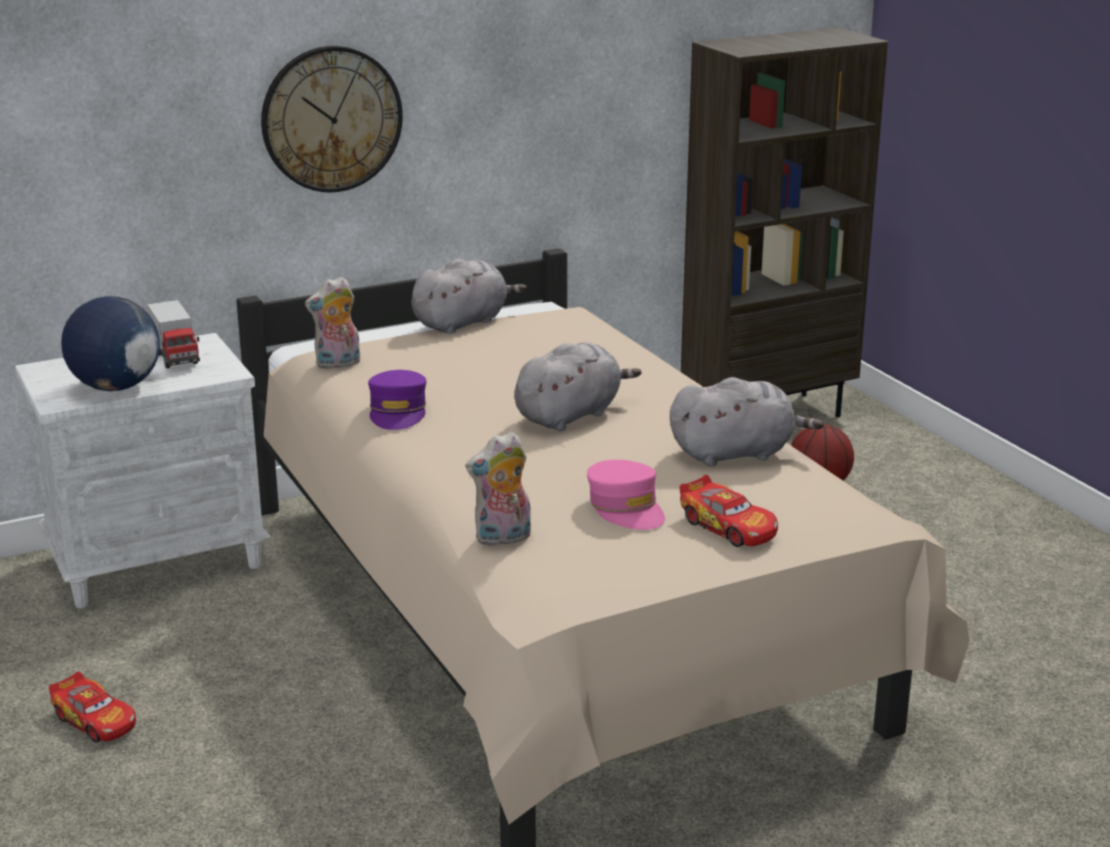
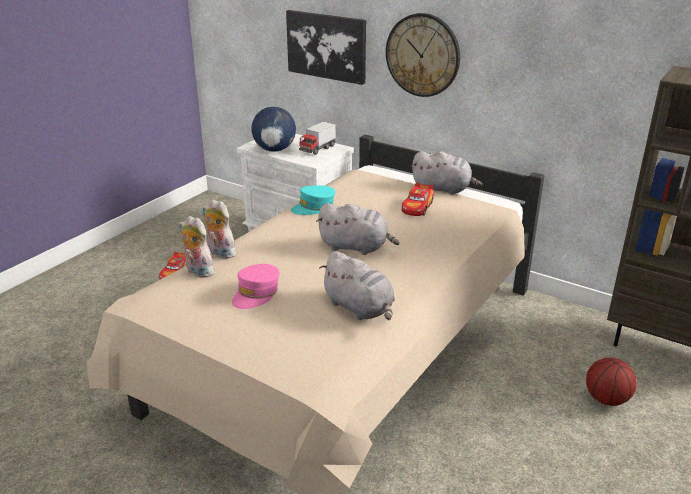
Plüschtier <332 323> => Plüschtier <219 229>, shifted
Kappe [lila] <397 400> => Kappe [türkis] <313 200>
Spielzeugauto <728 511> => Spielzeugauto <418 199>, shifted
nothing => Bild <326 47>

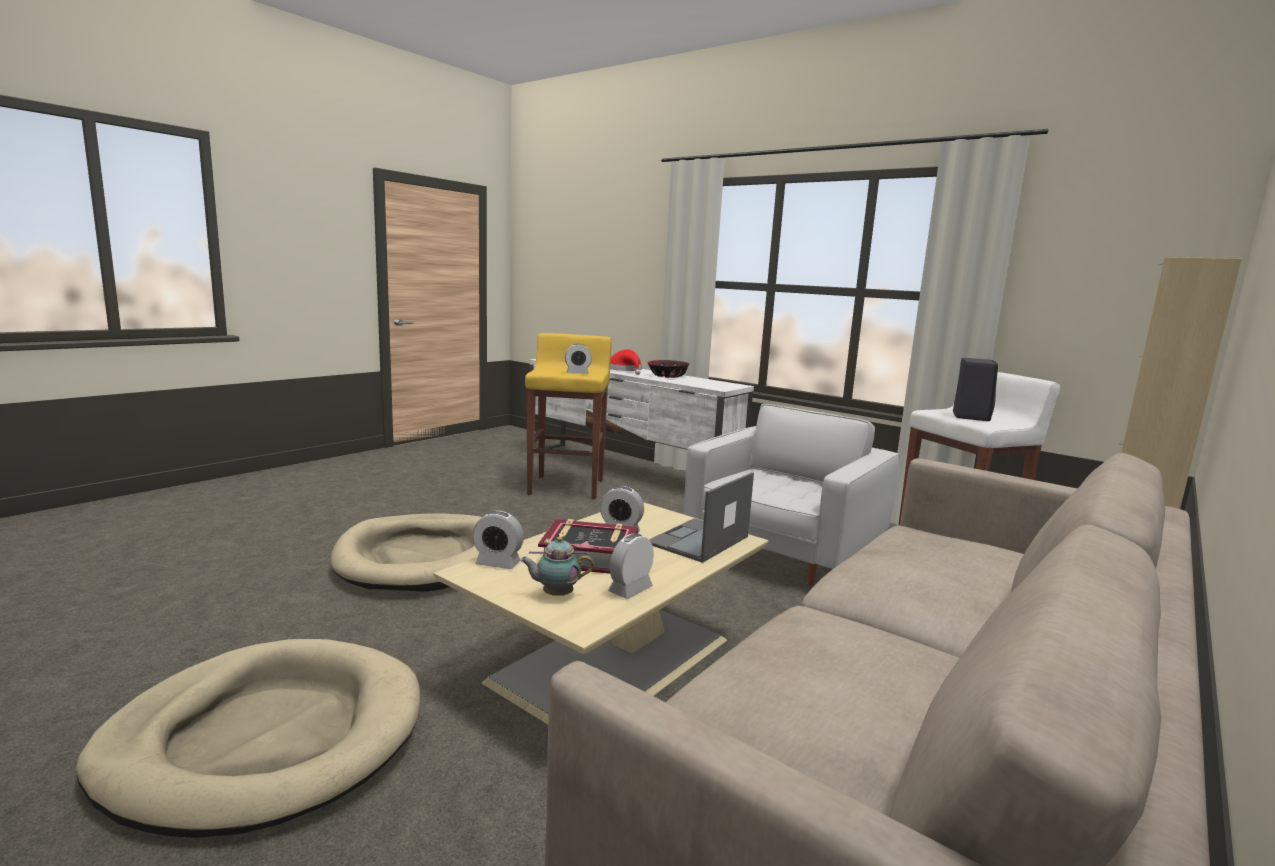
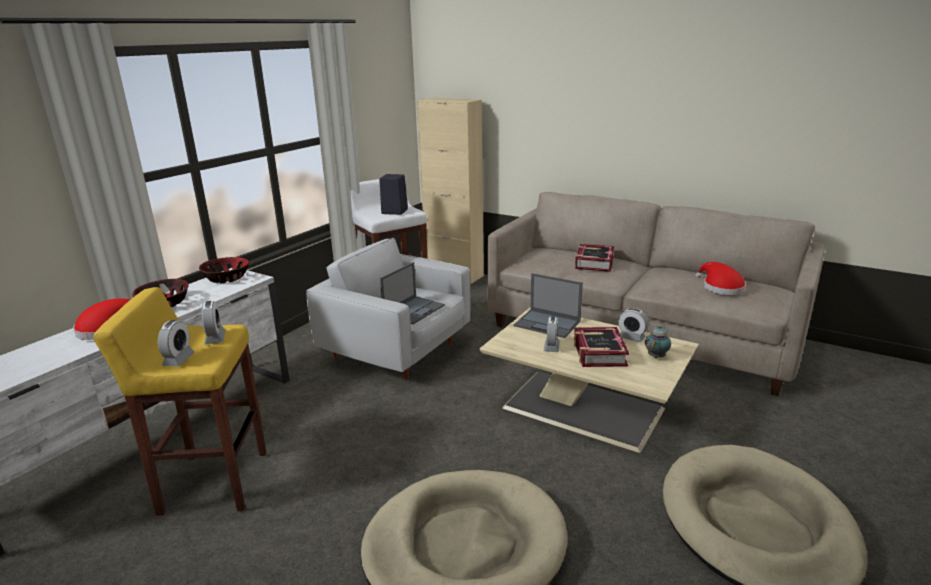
Wecker <498 540> => Wecker <176 343>, shifted
Teekanne <557 566> => Teekanne <658 341>, 135 degrees counterclockwise
nothing => Schüssel <224 270>
nothing => Laptop <412 293>
nothing => Buch <594 258>
nothing => Hut [rot] <721 278>

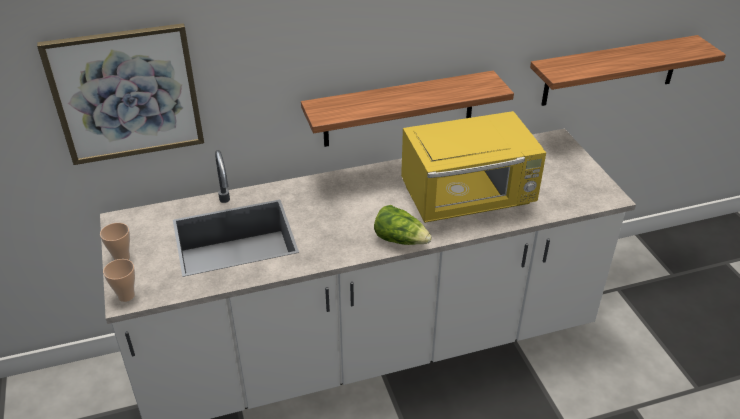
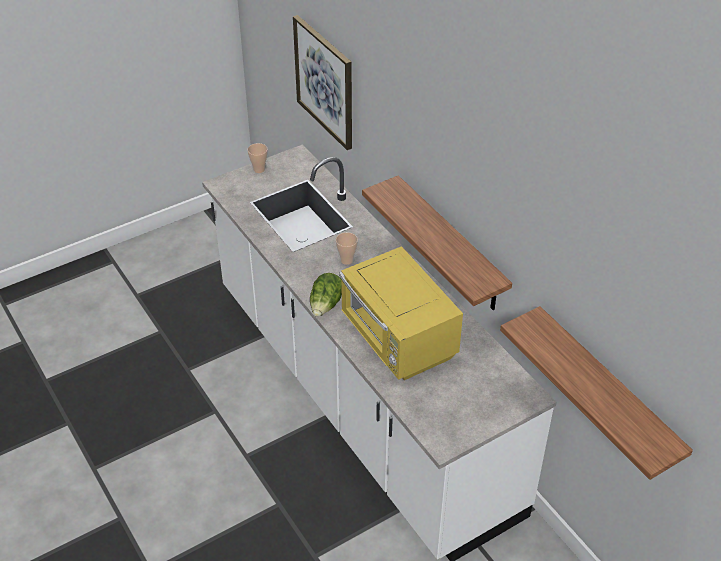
Tasse <119 280> => Tasse <347 248>, shifted

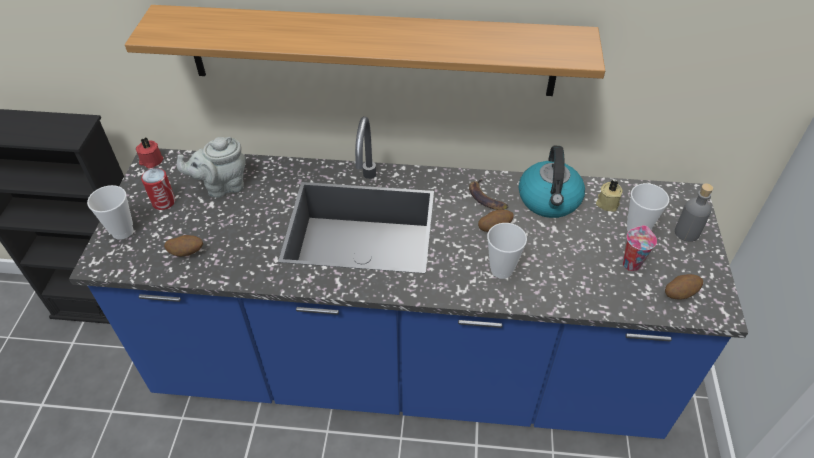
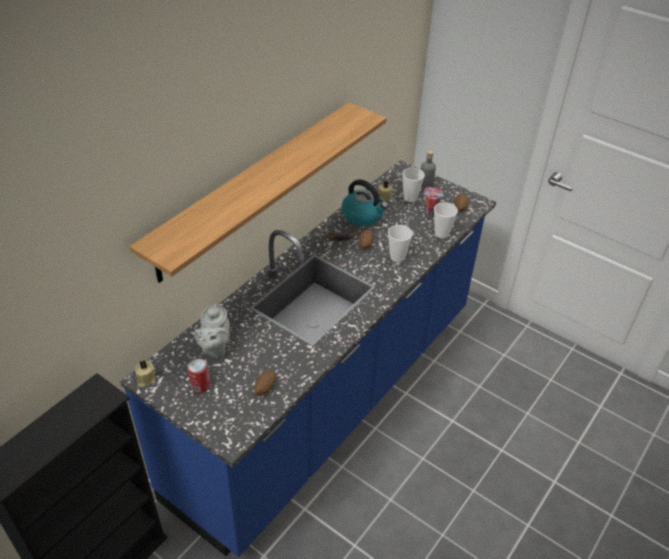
Tasse <110 212> => Tasse <446 220>, shifted
Kerze [rot] <150 153> => Kerze [beige] <145 373>

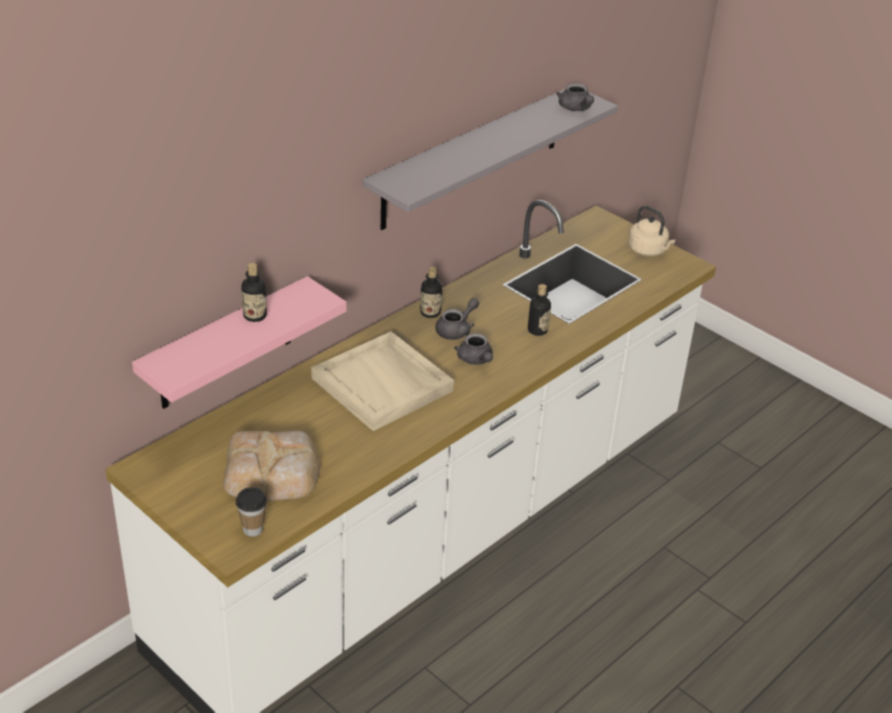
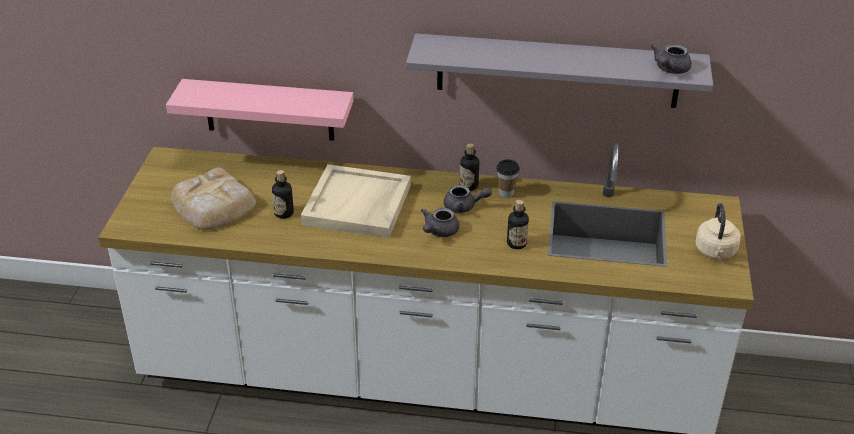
Tasse <251 512> => Tasse <508 178>, shifted
Flasche <254 292> => Flasche <283 194>, shifted

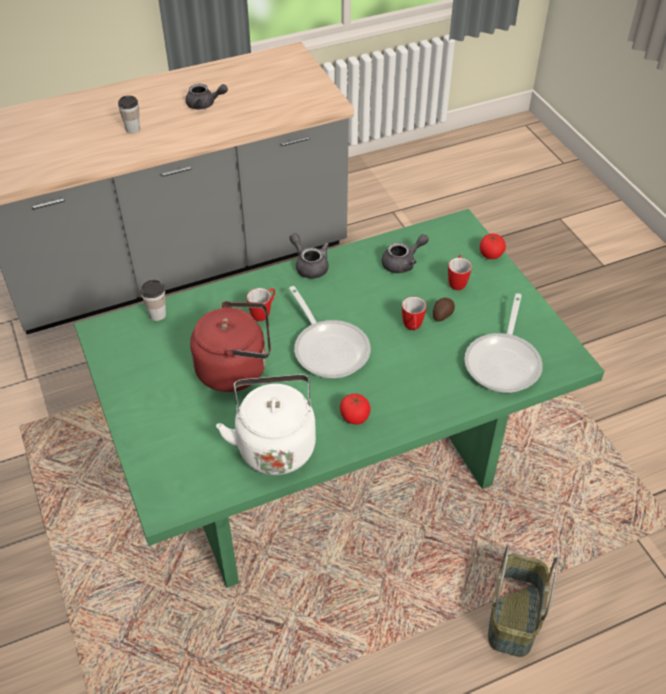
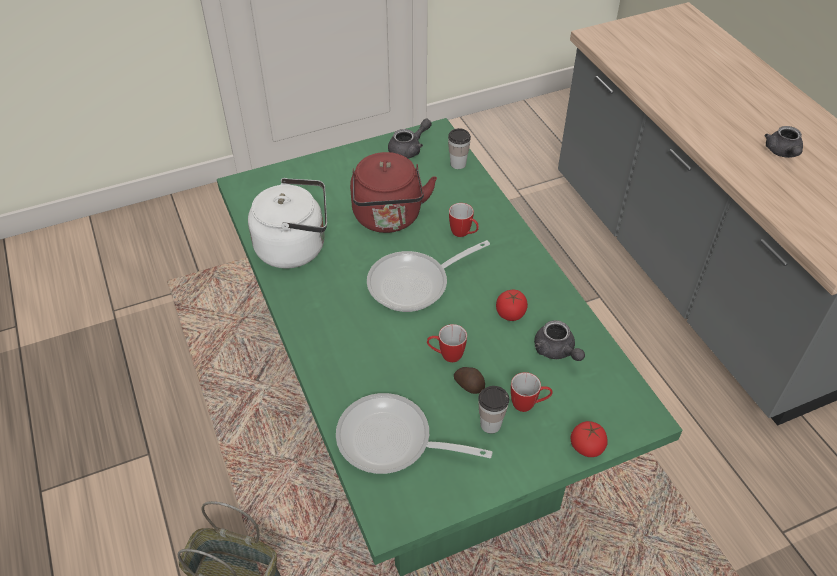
Tasse <129 114> => Tasse <493 410>, shifted
Teekanne [grau] <309 256> => Teekanne [grau] <410 138>, shifted
Tomate <355 409> => Tomate <512 305>, shifted

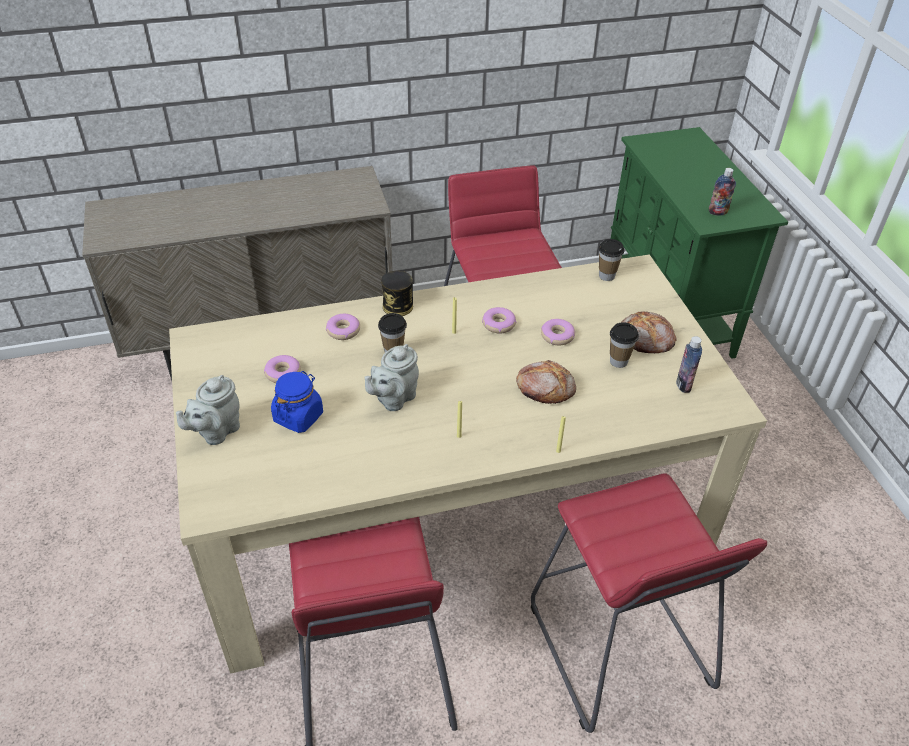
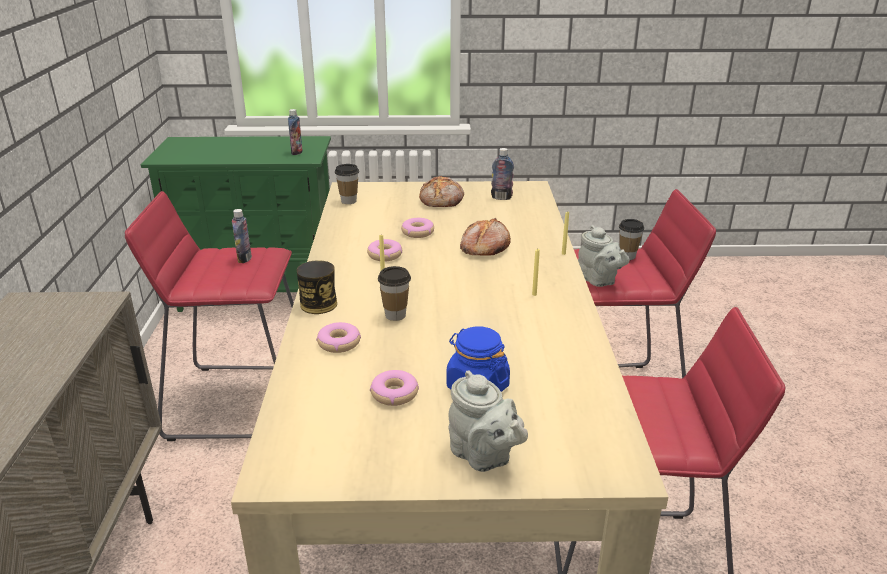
Teekanne [grau] <392 377> => Teekanne [grau] <603 256>, shifted
Tasse <624 345> => Tasse <631 239>, shifted
nothing => Flasche <242 236>

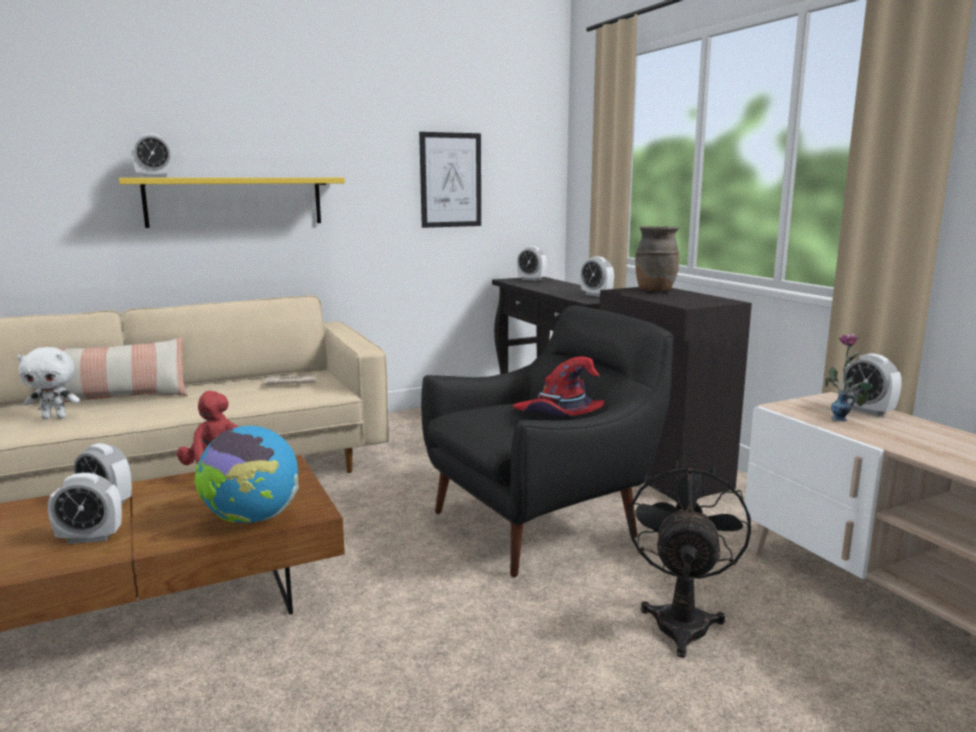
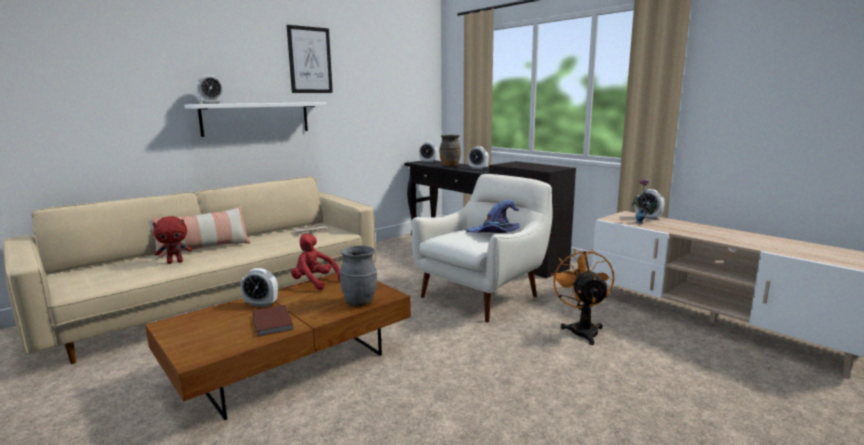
Plüschtier [weiß] <48 383> => Plüschtier [rot] <172 240>
Wecker <85 508> => Buch [braun] <273 320>
Wandregal [gelb] <232 203> => Wandregal [weiß] <255 119>
Globus <246 474> => Vase [grau] <358 275>
Bild <450 180> => Bild <310 59>, shifted
Sessel [schwarz] <547 441> => Sessel [weiß] <482 248>
Hut [rot] <559 386> => Hut [lila] <493 216>
Ventilator [schwarz] <689 559> => Ventilator [orange] <582 297>
Vase [braun] <657 259> => Vase [braun] <450 151>, shifted

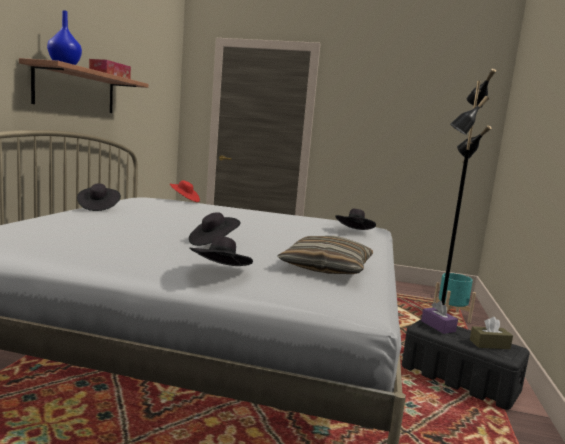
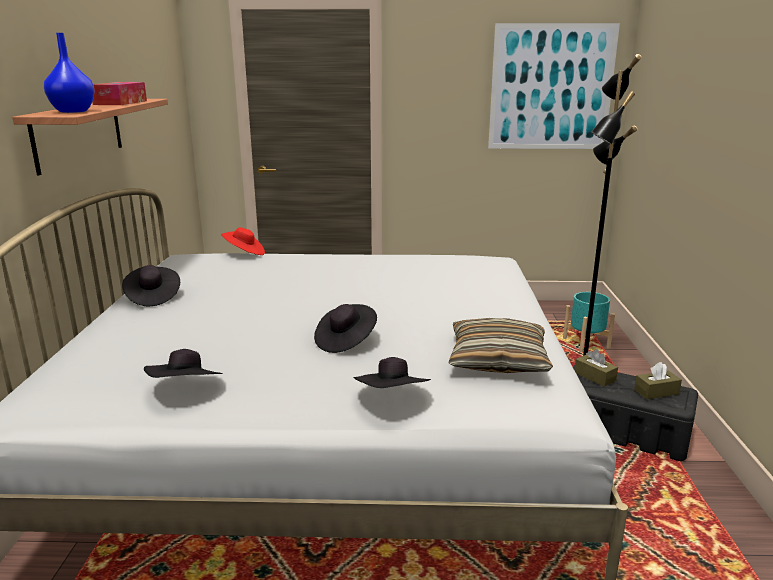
Hut [schwarz] <355 219> => Hut [schwarz] <183 363>, shifted
Taschentuchbox [lila] <439 317> => Taschentuchbox [braun] <596 368>
nothing => Bild <554 86>

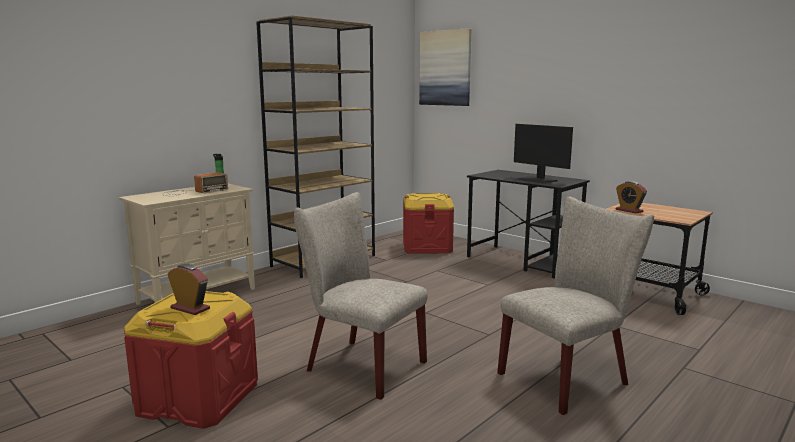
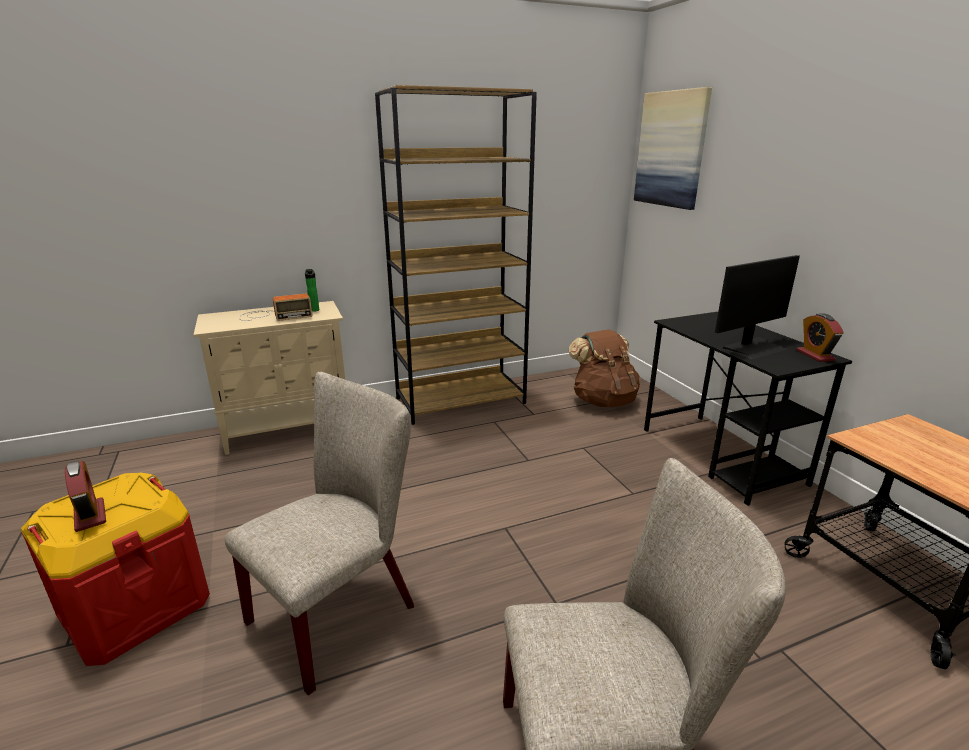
Stuhl [beige] <361 296> => Stuhl [beige] <319 533>, 75 degrees clockwise
Aufbewahrungsbox [rot] <428 223> => Rucksack [braun] <604 368>
Monitor <543 154> => Monitor <757 307>, 105 degrees counterclockwise
Wecker <631 197> => Wecker <820 337>, shifted

